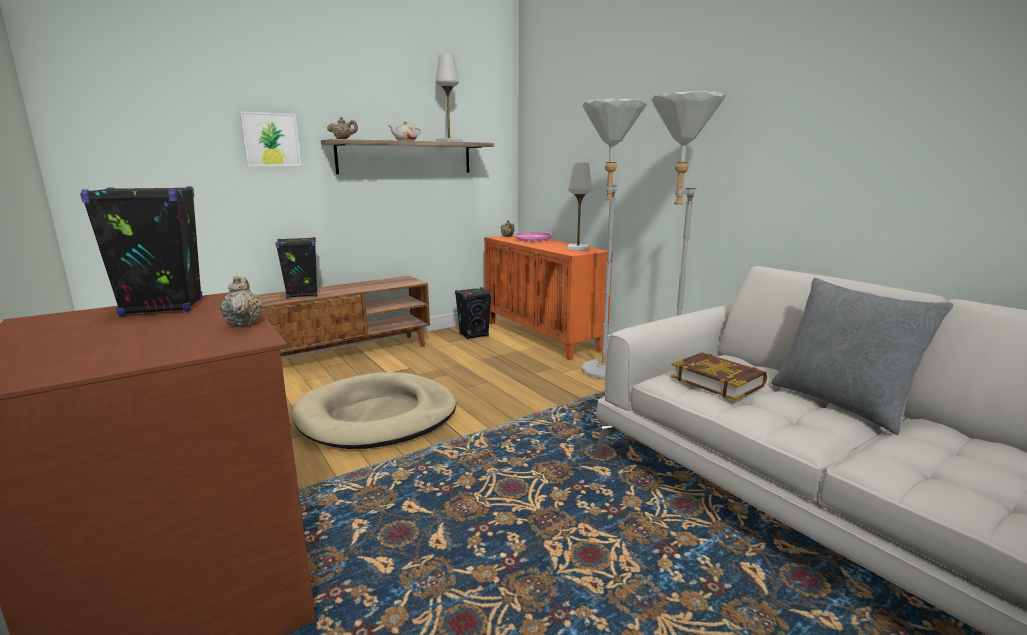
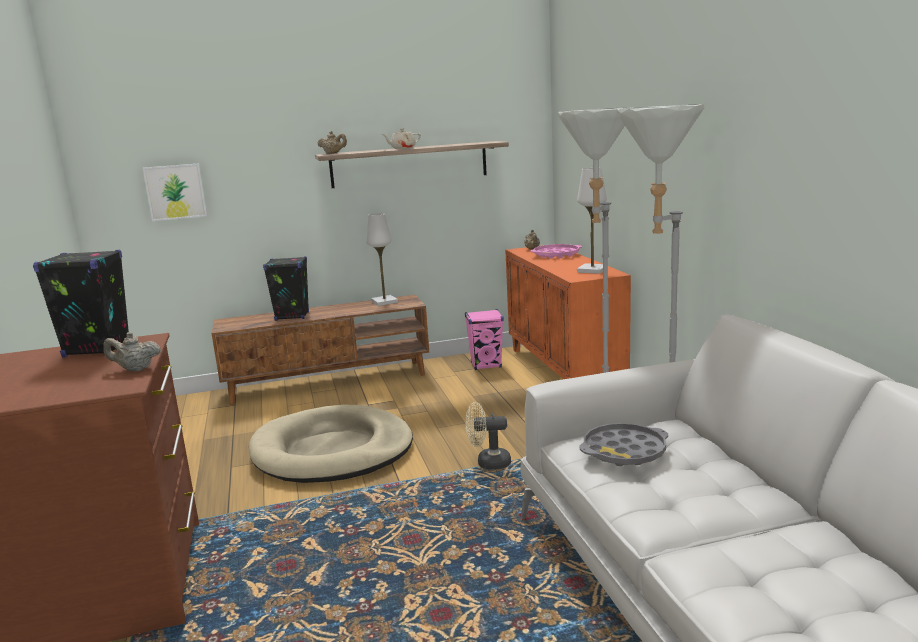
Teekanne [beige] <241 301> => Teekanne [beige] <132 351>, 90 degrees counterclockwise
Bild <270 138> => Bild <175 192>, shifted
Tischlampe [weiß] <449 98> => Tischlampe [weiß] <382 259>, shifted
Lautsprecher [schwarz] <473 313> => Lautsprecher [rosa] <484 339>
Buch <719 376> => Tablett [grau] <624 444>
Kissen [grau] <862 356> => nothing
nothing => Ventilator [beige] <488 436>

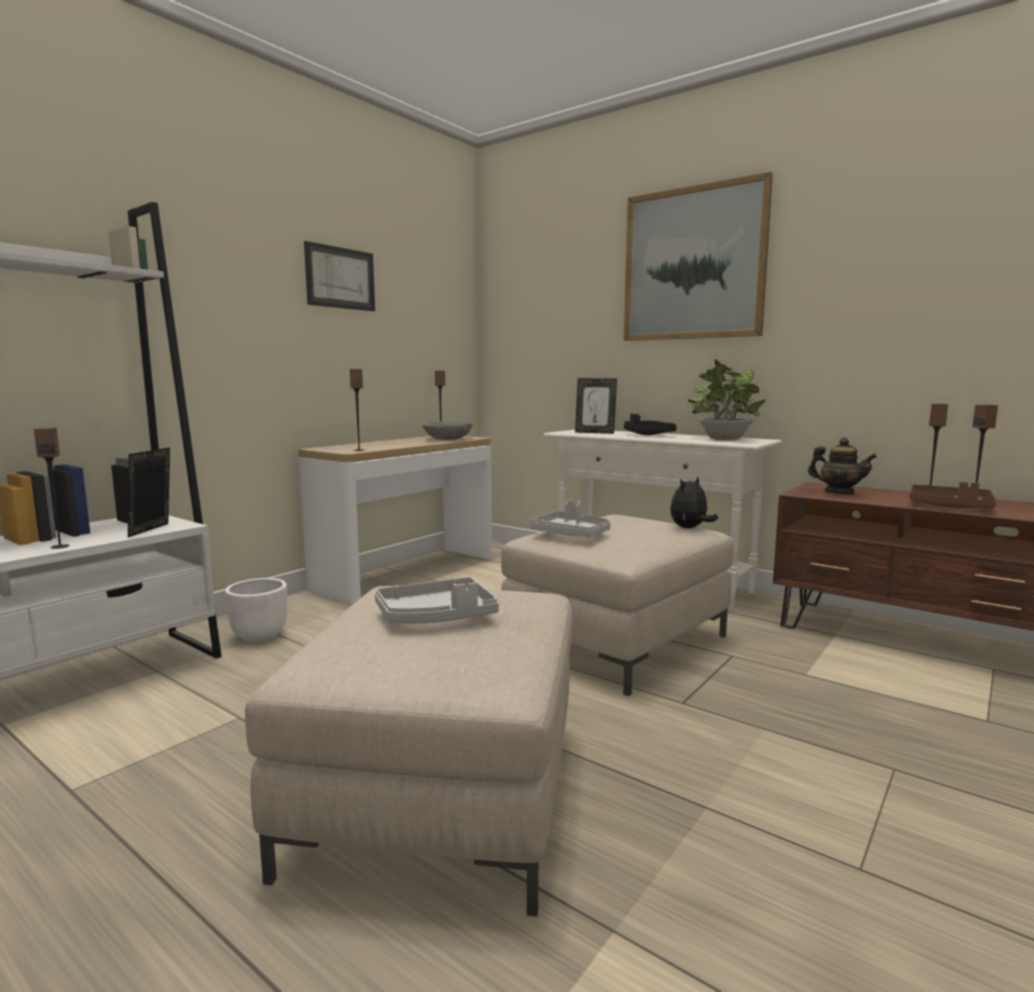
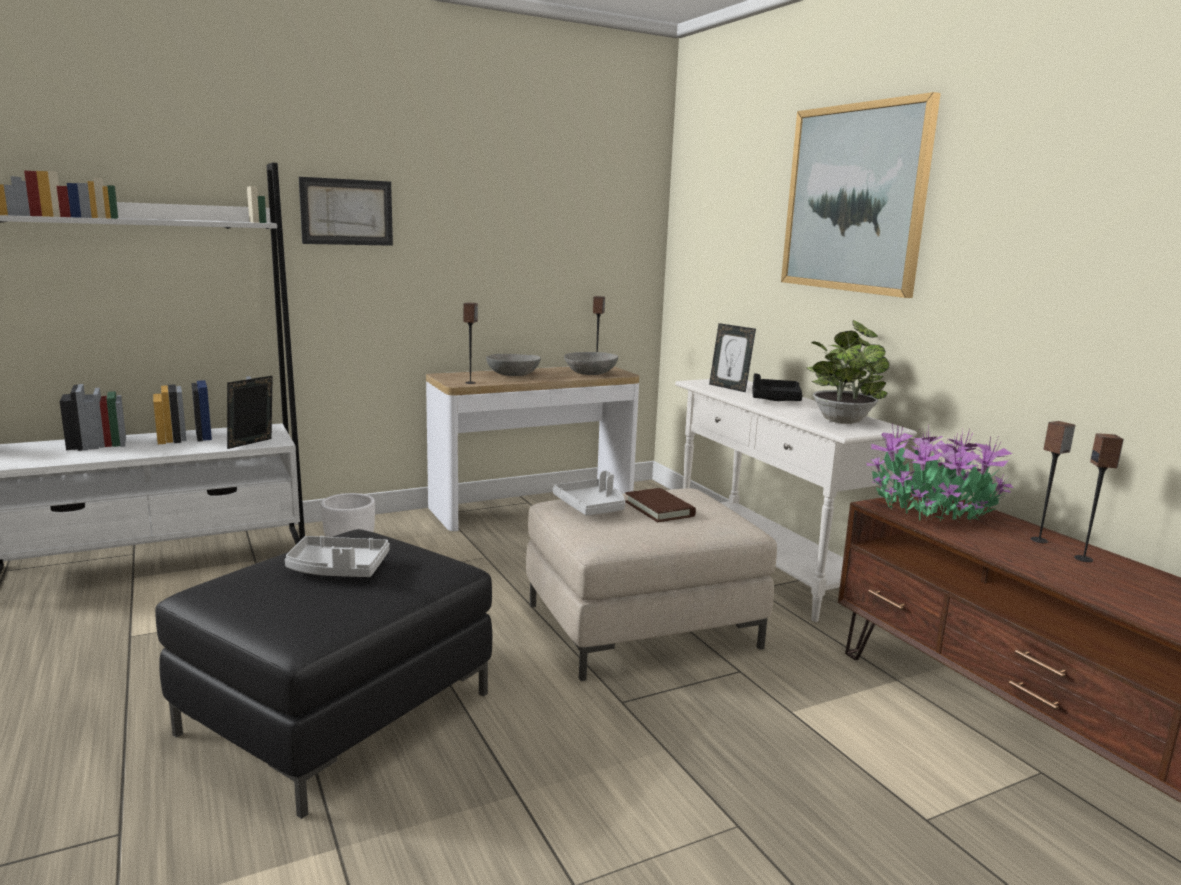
Lautsprecher <51 488> => nothing
Polsterhocker [beige] <409 751> => Polsterhocker [schwarz] <323 674>
Bild <339 276> => Bild <346 211>, shifted
Plüschtier <694 502> => nothing
Teekanne <842 465> => Topfpflanze <940 472>
Tablett [braun] <952 495> => nothing
nothing => Schüssel [grau] <513 365>
nothing => Buch [braun] <660 505>

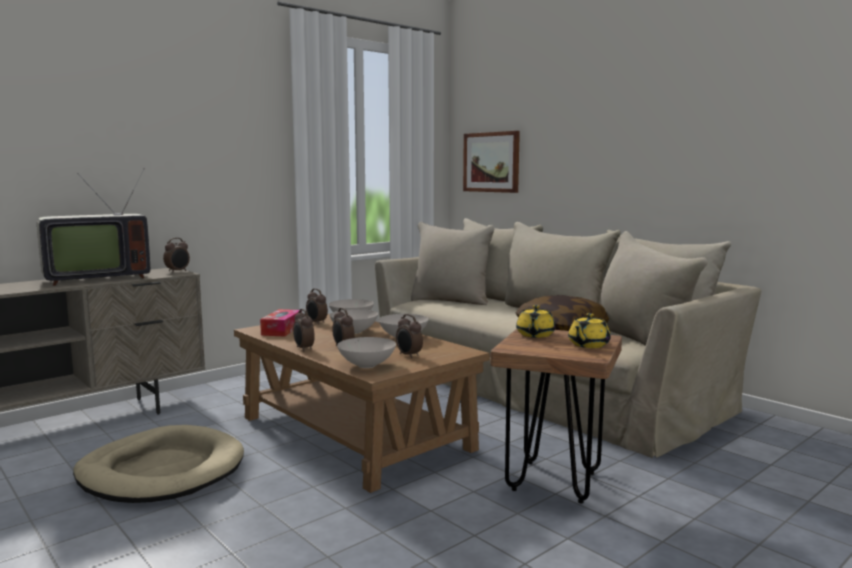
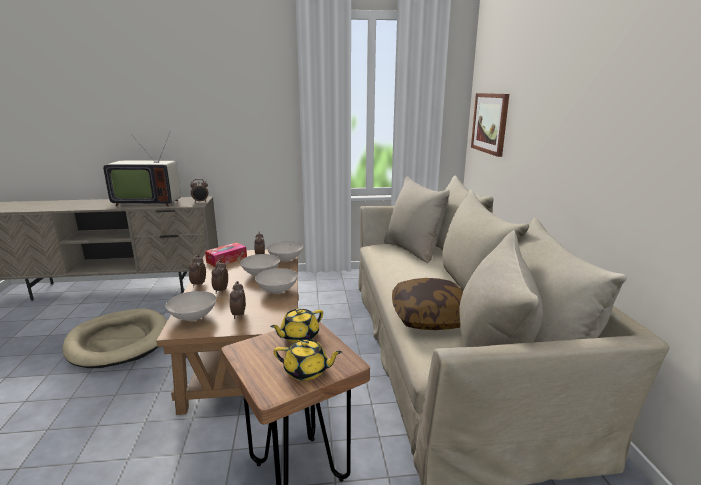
Teekanne [gelb] <589 330> => Teekanne [gelb] <308 360>, 150 degrees counterclockwise

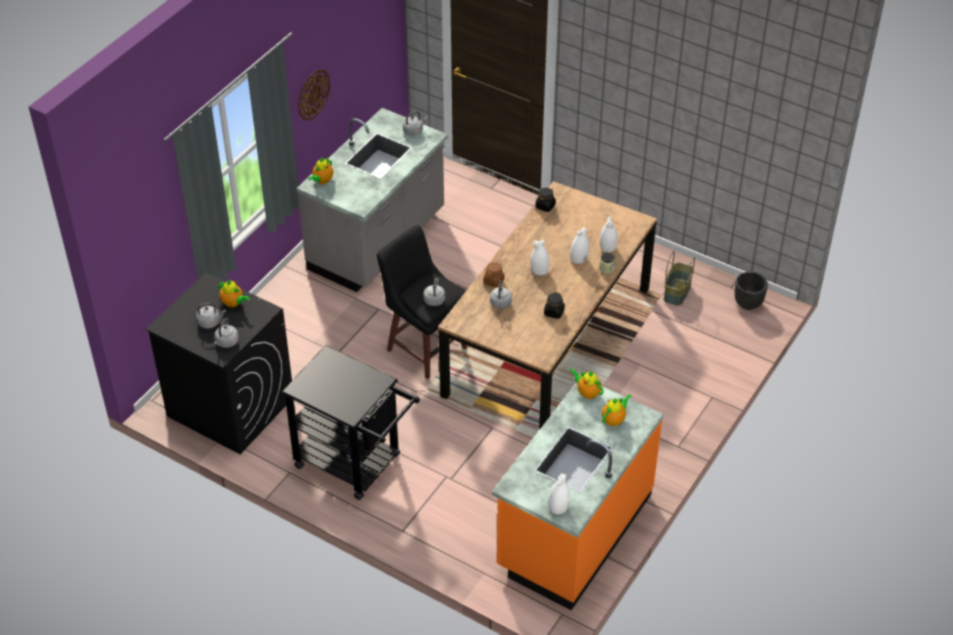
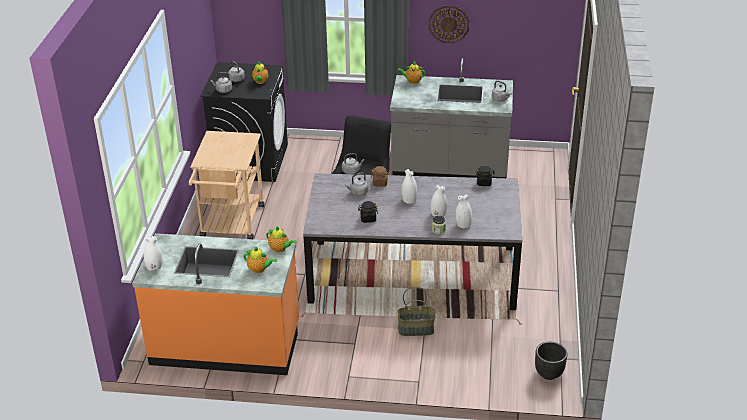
Rollwagen [schwarz] <350 422> => Rollwagen [beige] <226 185>
Esstisch [braun] <547 305> => Esstisch [grau] <412 241>
Teekanne <587 384> => Teekanne <281 239>, 105 degrees clockwise
Korb <679 278> => Korb <416 311>, shifted

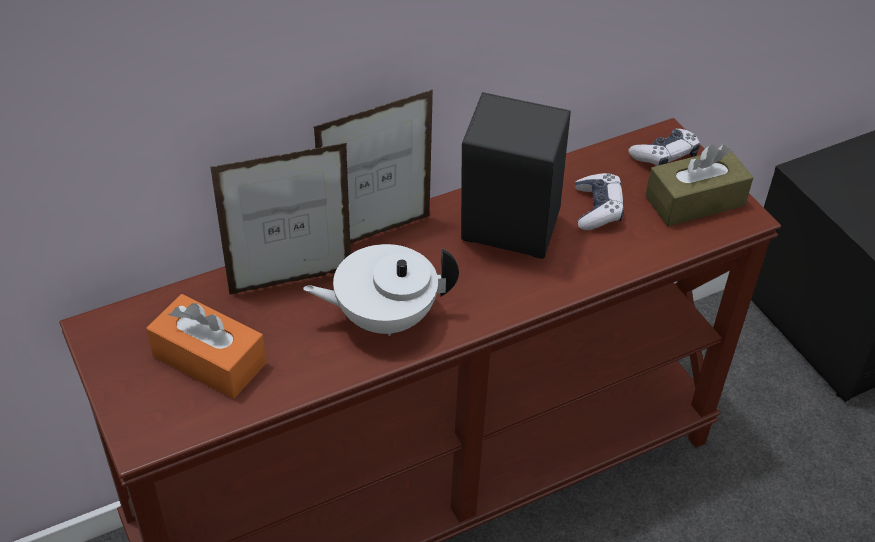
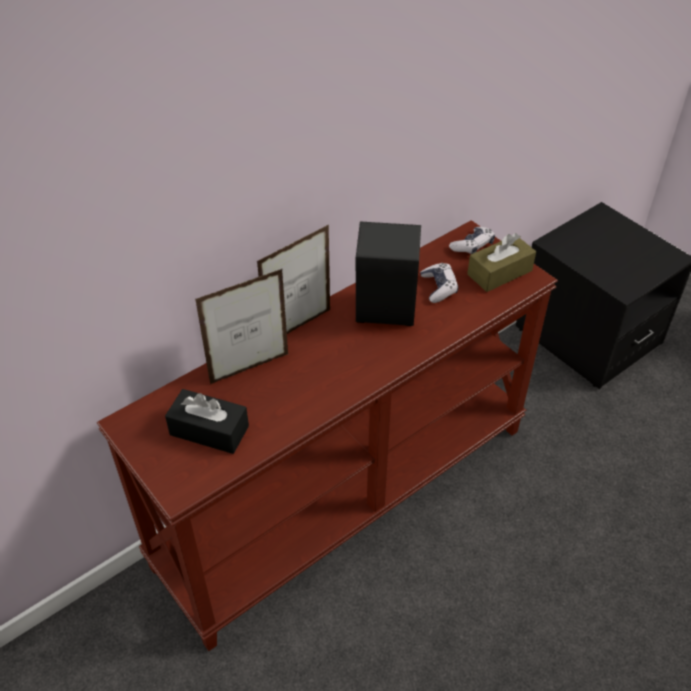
Taschentuchbox [orange] <206 346> => Taschentuchbox [schwarz] <207 421>
Teekanne [weiß] <381 290> => nothing

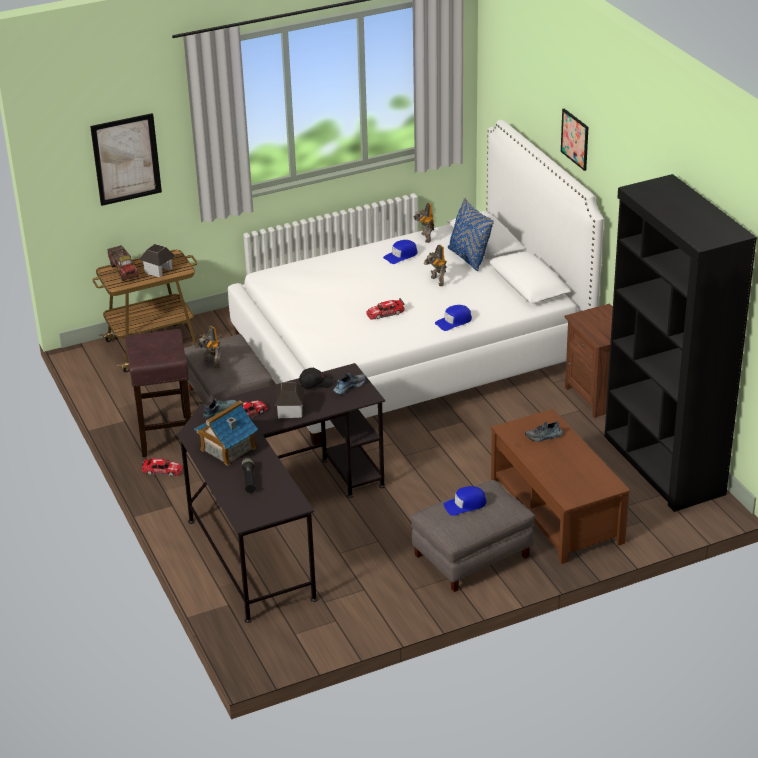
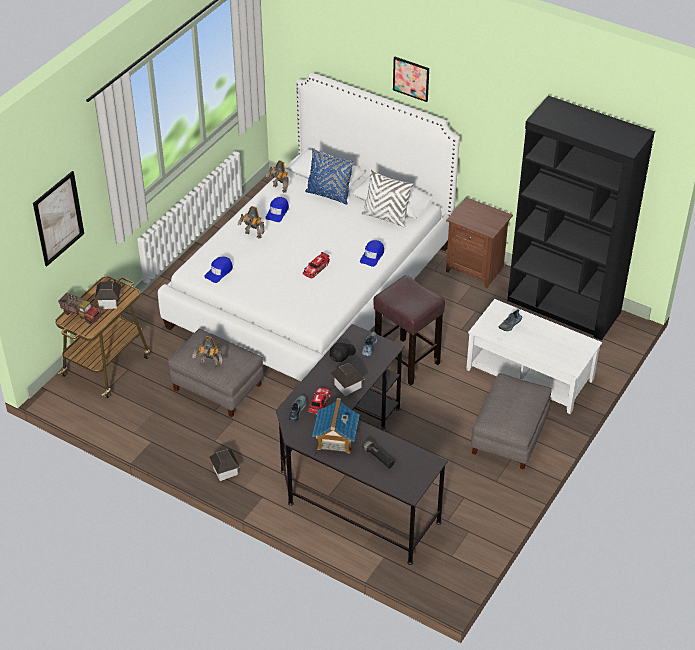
Hocker [braun] <158 393> => Hocker [braun] <409 330>, shifted
Spielzeugauto <161 467> => Spielzeughaus <224 465>
Spielzeugroboter <435 265> => Spielzeugroboter <251 222>, shifted
Kappe [blau] <465 501> => Kappe [blau] <218 270>, shifted
Couchtisch [braun] <560 486> => Couchtisch [weiß] <534 356>
nothing => Kissen [weiß] <387 198>

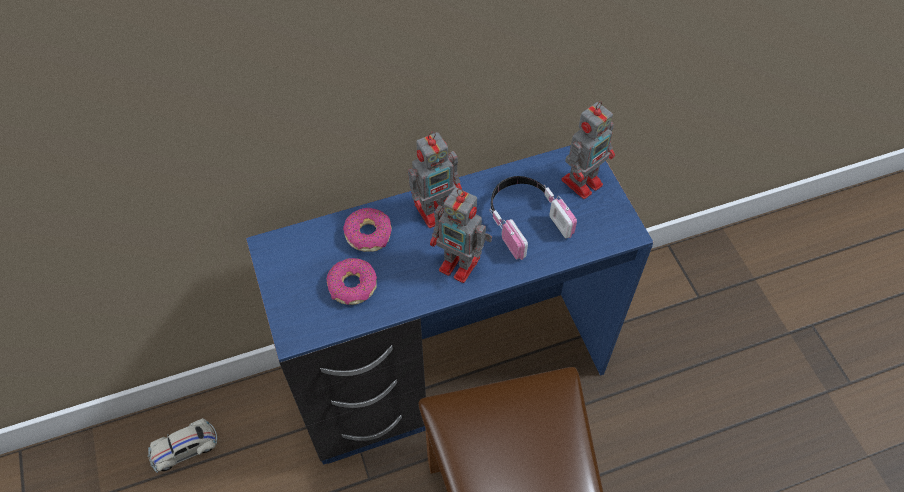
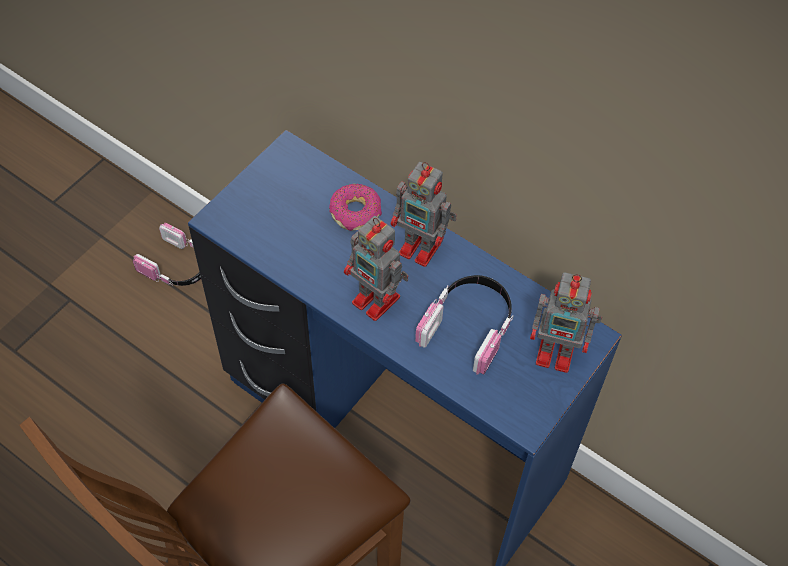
Spielzeugauto [weiß] <182 445> => Kopfhörer <167 254>
Donut <352 281> => nothing
Spielzeugroboter <461 235> => Spielzeugroboter <376 268>, 45 degrees counterclockwise

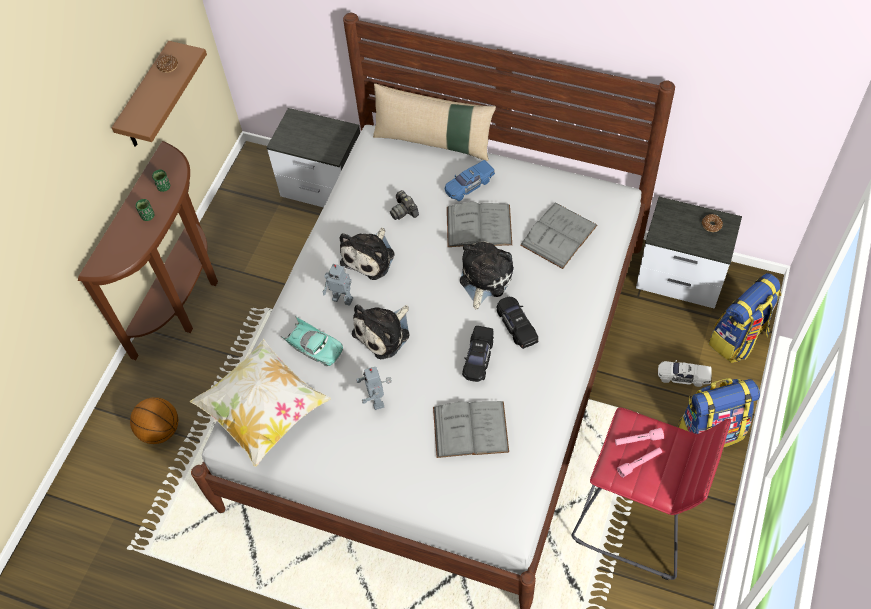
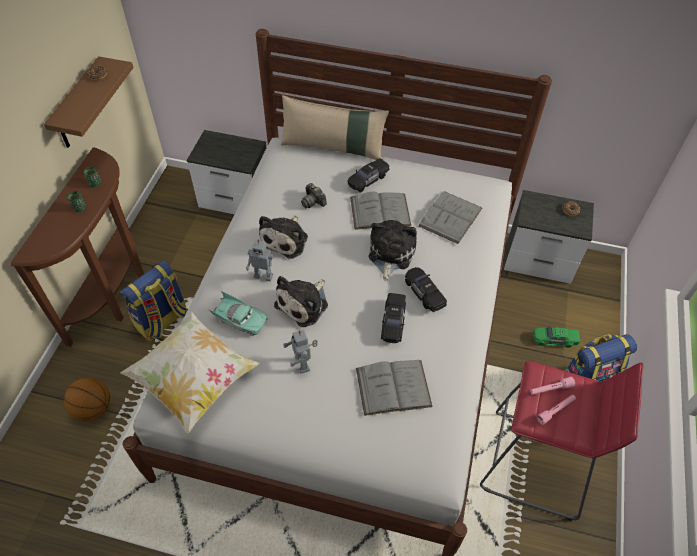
Spielzeugauto [blau] <470 180> => Spielzeugauto [schwarz] <368 175>
Spielzeugauto [weiß] <685 373> => Spielzeugauto [grün] <556 337>
Rucksack <745 318> => Rucksack <154 301>, shifted

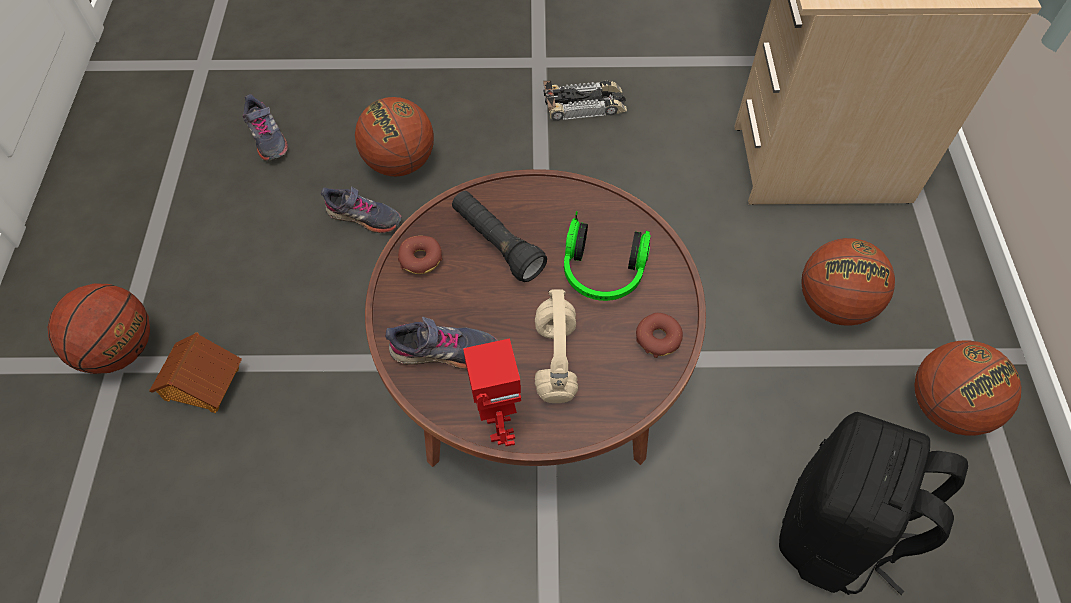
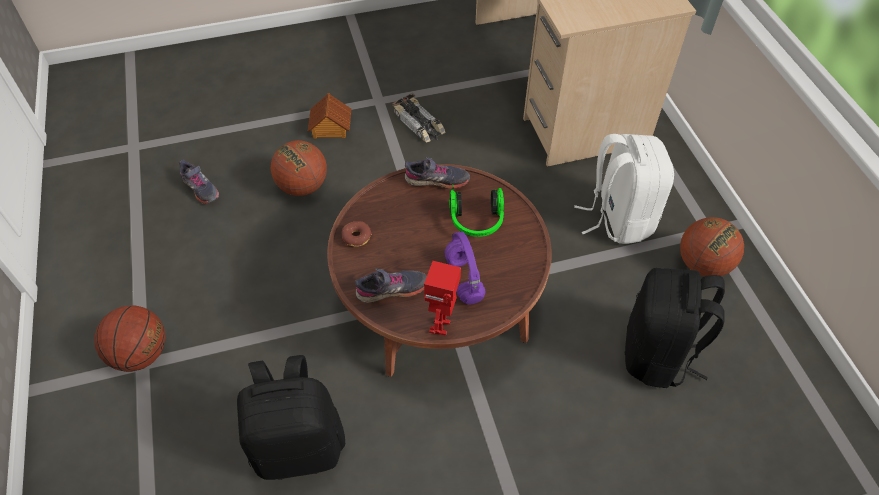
Spielzeughaus <195 372> => Spielzeughaus <329 116>, shifted
Schuh [grau] <361 209> => Schuh [grau] <437 173>, shifted
Taschenlampe [schwarz] <499 236> => nothing
Spielzeugroboter <492 392> => Spielzeugroboter <442 298>, 135 degrees counterclockwise
Kopfhörer [beige] <556 346> => Kopfhörer [lila] <465 268>
Spielzeugauto <585 100> => Spielzeugauto <419 118>, 75 degrees clockwise
Donut <659 335> => nothing
Basketball <848 282> => Rucksack [weiß] <624 189>
nothing => Rucksack [schwarz] <291 417>

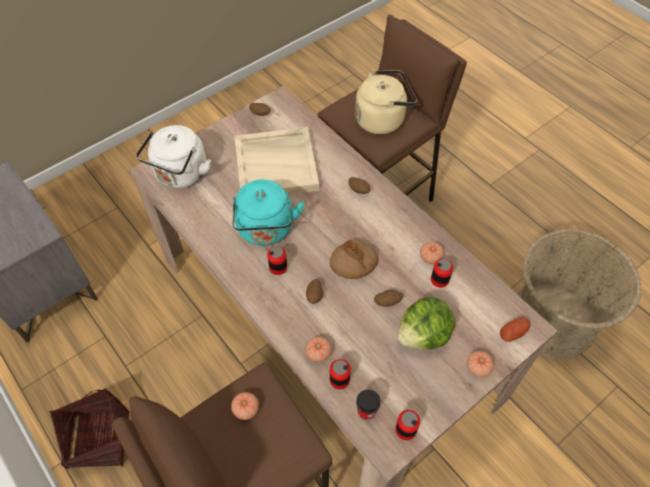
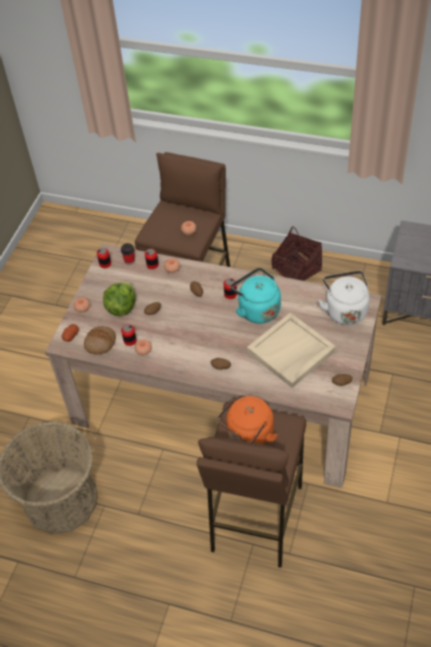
Brot <354 259> => Brot <100 340>, shifted
Wasserkessel [beige] <386 102> => Wasserkessel [orange] <247 420>

